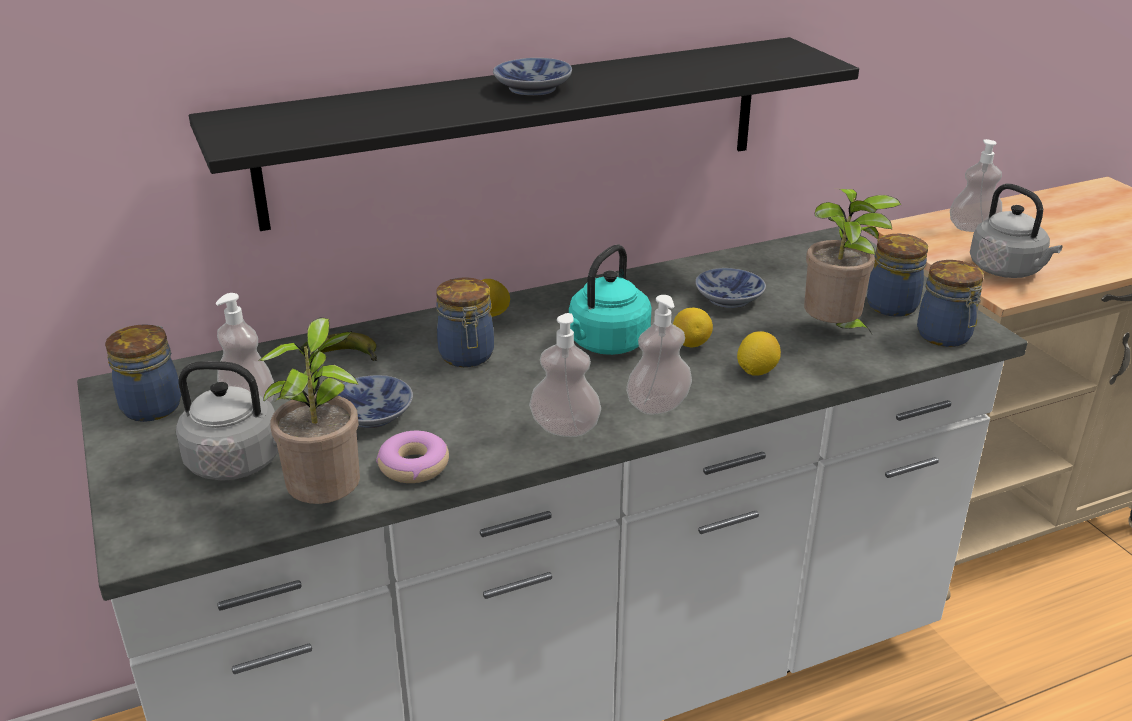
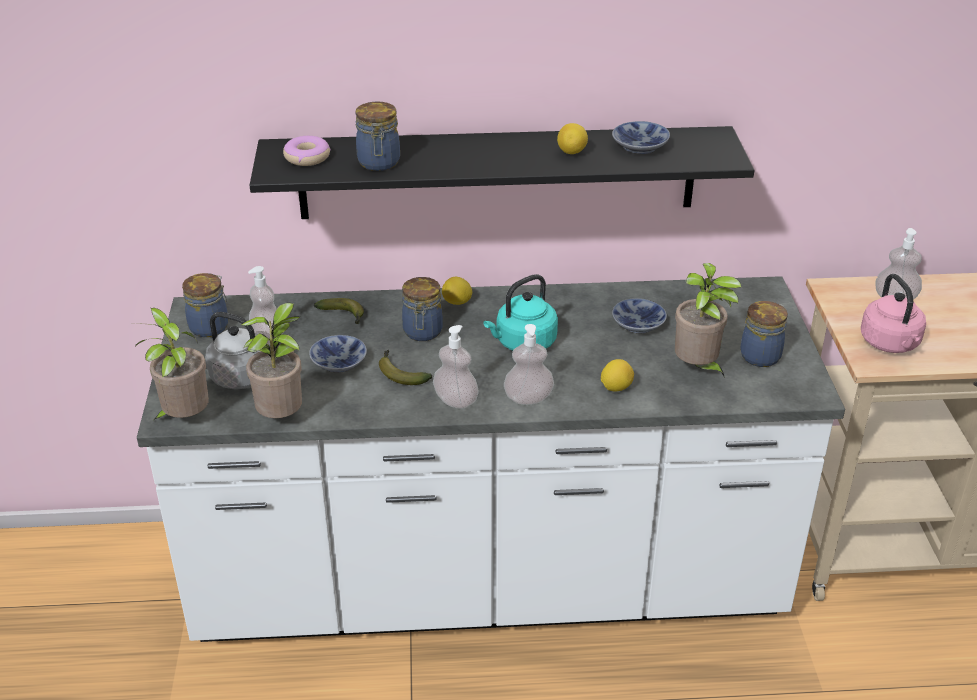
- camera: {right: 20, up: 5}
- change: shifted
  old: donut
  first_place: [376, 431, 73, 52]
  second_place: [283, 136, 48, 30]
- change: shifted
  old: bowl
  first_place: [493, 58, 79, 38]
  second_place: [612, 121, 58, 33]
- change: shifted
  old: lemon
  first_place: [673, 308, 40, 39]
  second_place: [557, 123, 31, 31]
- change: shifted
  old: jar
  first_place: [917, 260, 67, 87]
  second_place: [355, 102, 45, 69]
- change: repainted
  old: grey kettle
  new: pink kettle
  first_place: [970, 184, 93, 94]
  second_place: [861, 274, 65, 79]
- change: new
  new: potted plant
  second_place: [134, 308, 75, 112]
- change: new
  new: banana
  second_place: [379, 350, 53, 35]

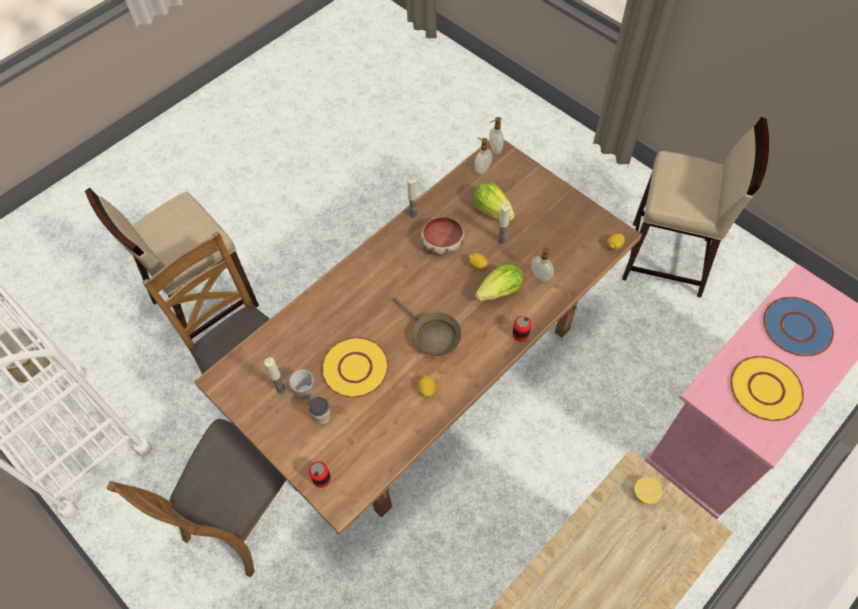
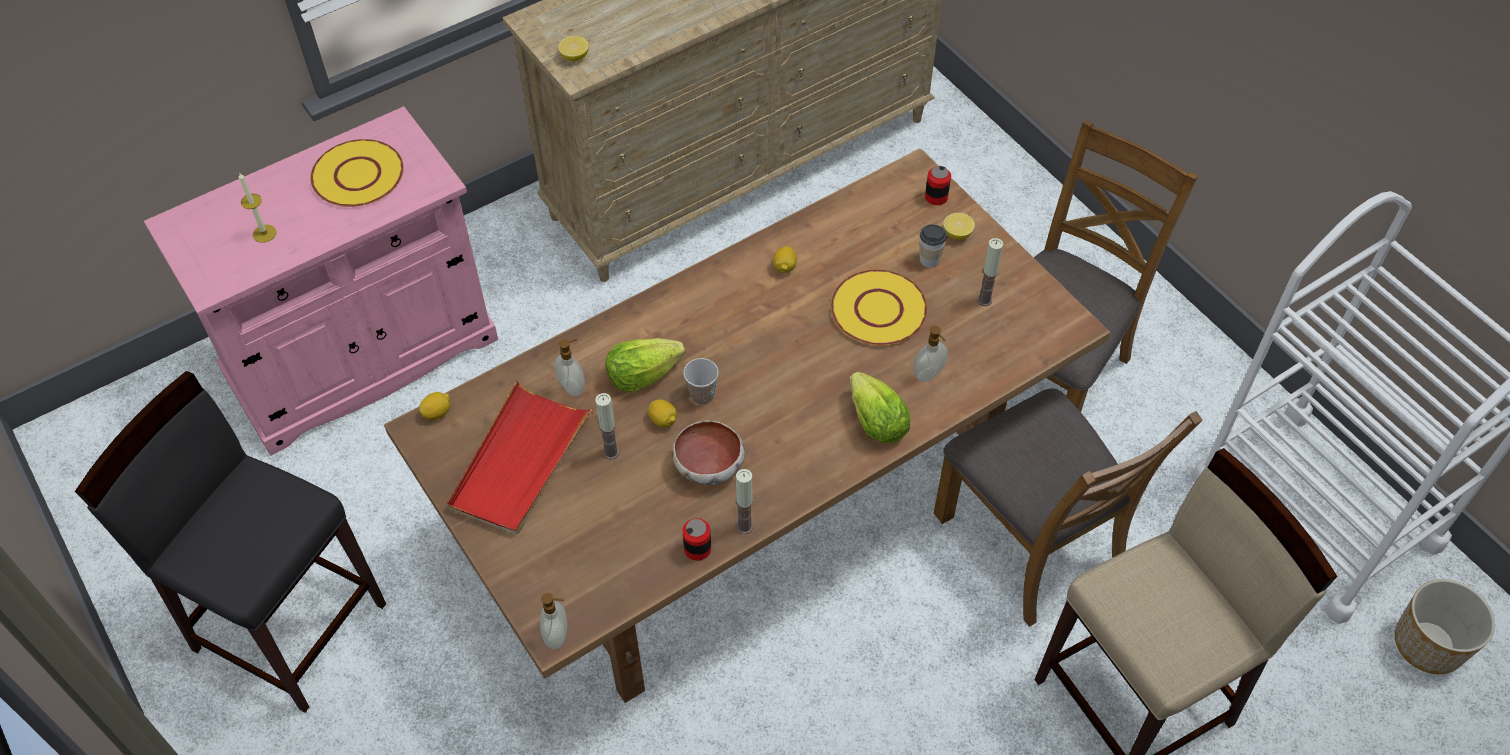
- camera: {right: -170, up: -5}
- change: shifted
  old: cup
  first_place: [289, 370, 25, 29]
  second_place: [683, 358, 36, 47]
- change: gone
  old: brown frying pan
  first_place: [393, 297, 69, 59]
- change: shifted
  old: lettuce
  first_place: [473, 182, 42, 39]
  second_place: [850, 372, 60, 71]
- change: shifted
  old: soap dispenser
  first_place: [474, 138, 18, 36]
  second_place: [914, 326, 33, 56]
- change: shifted
  old: can
  first_place: [512, 316, 19, 26]
  second_place: [683, 518, 28, 43]
- change: repainted
  old: beige stool
  new: black stool
  first_place: [622, 117, 147, 181]
  second_place: [75, 371, 311, 342]
- change: swapped
  old: blue plate
  new: candle
  first_place: [763, 297, 71, 60]
  second_place: [239, 172, 38, 71]
- change: new
  new: red tray
  second_place: [447, 381, 146, 154]
- change: new
  new: lemon
  second_place: [943, 213, 32, 26]

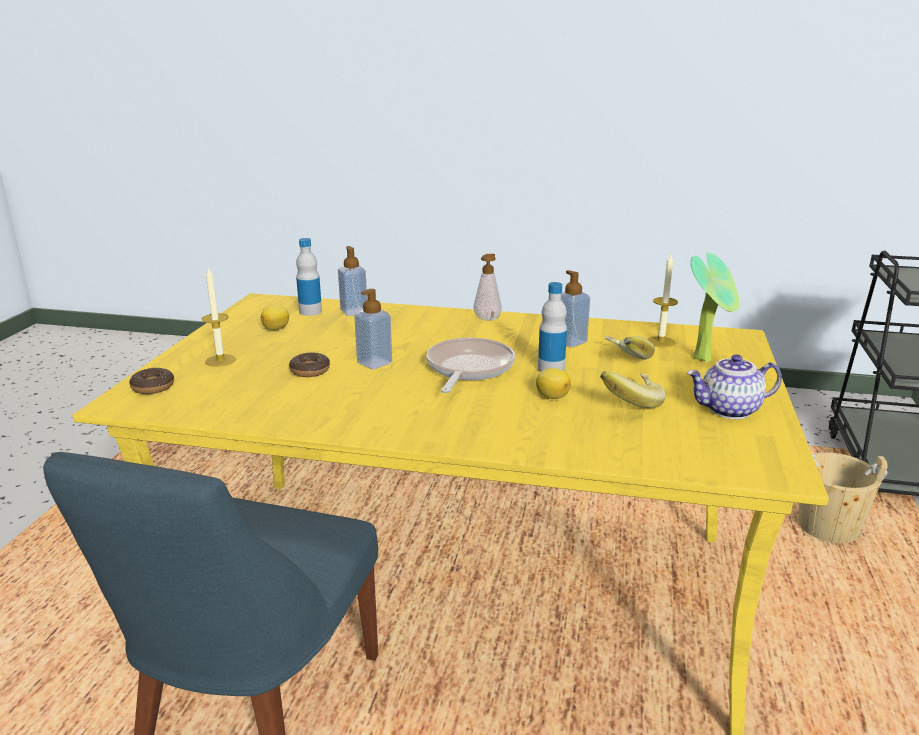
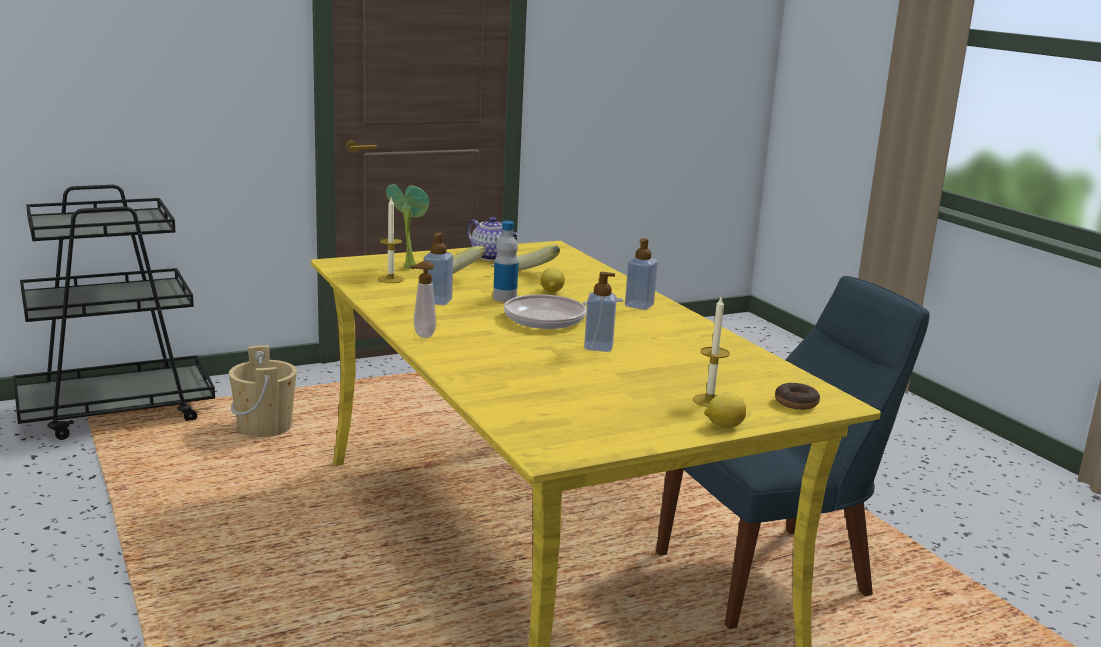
- camera: {right: -130, up: -5}
- change: shifted
  old: lemon
  first_place: [261, 305, 28, 25]
  second_place: [705, 394, 41, 34]
- change: gone
  old: donut
  first_place: [289, 352, 41, 25]
- change: gone
  old: bottle
  first_place: [296, 238, 26, 78]
- change: shifted
  old: soap dispenser
  first_place: [338, 246, 29, 70]
  second_place: [625, 238, 33, 72]

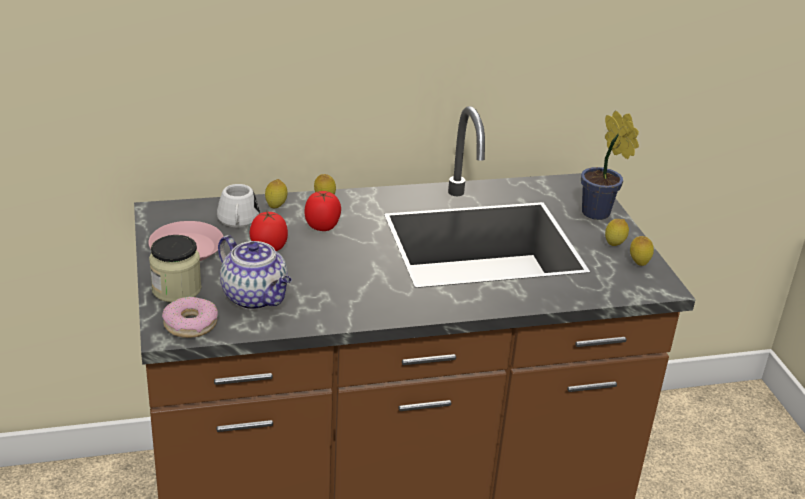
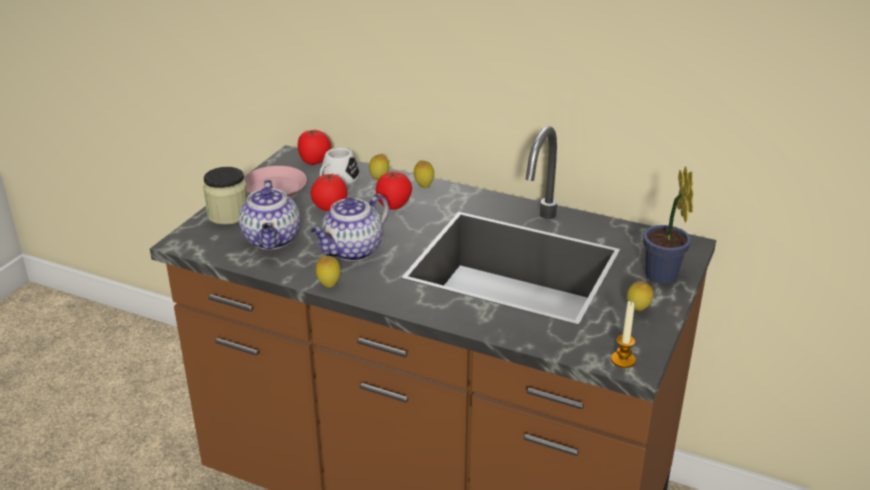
- camera: {right: 40, up: 0}
- change: gone
  old: donut
  first_place: [162, 297, 56, 41]
- change: shifted
  old: lemon
  first_place: [630, 236, 24, 30]
  second_place: [316, 255, 25, 33]
- change: new
  new: tomato
  second_place: [297, 130, 34, 35]
- change: new
  new: teapot
  second_place: [311, 194, 78, 67]
- change: new
  new: candle
  second_place: [611, 301, 25, 67]

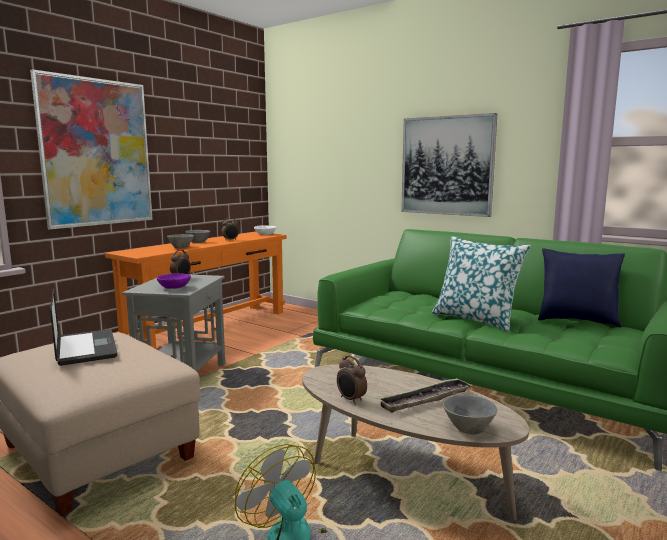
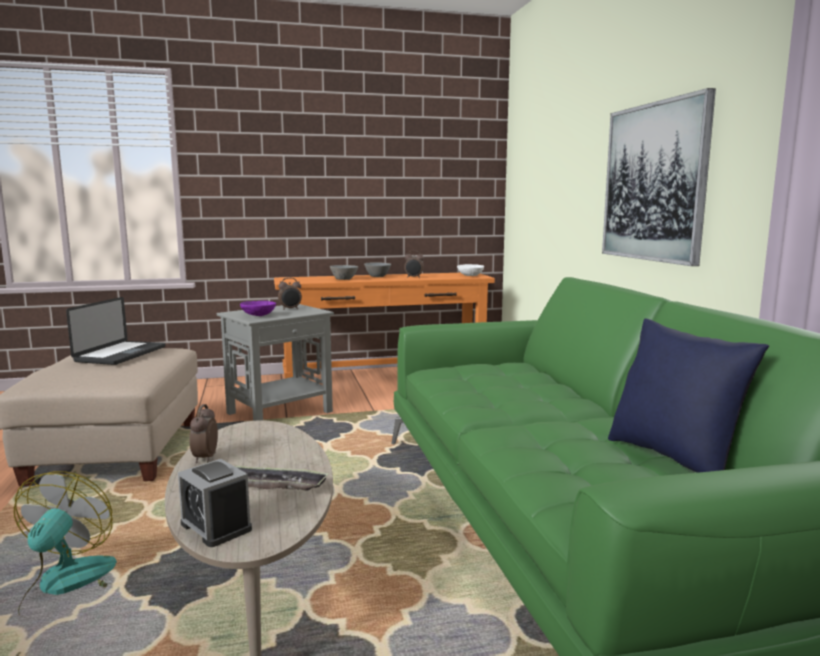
- camera: {right: 40, up: 0}
- change: gone
  old: picture
  first_place: [30, 69, 123, 160]
- change: gone
  old: pillow
  first_place: [432, 236, 99, 96]
- change: swapped
  old: grey bowl
  new: alarm clock
  first_place: [443, 395, 54, 40]
  second_place: [178, 459, 74, 88]

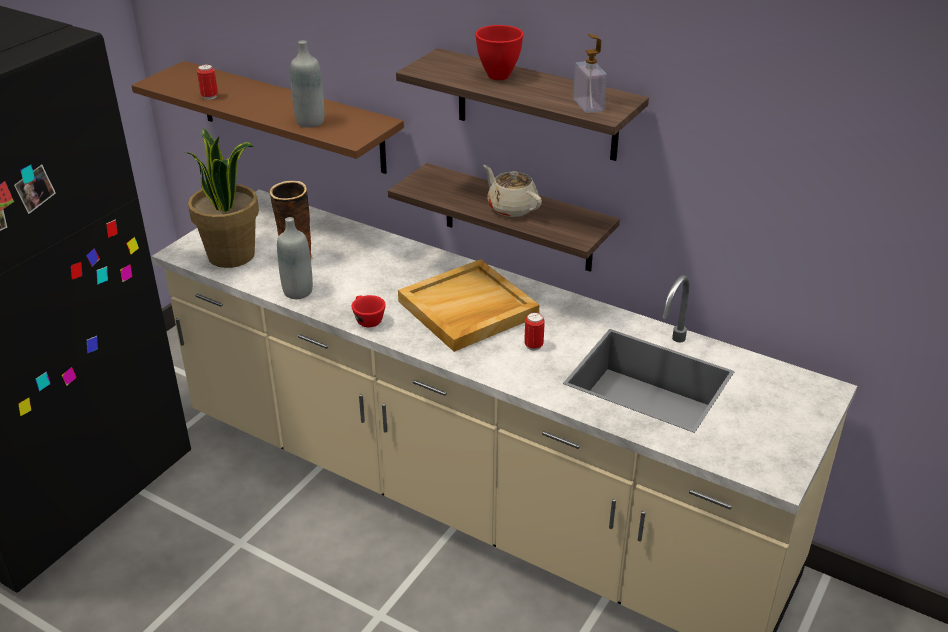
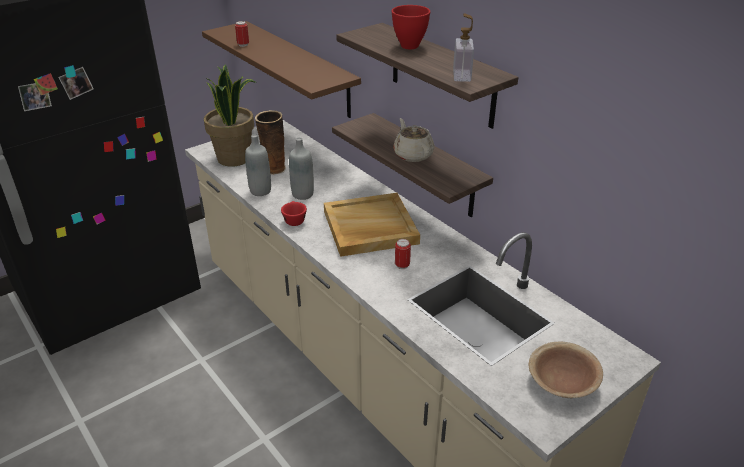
- camera: {right: 20, up: 0}
- change: shifted
  old: grey bottle
  first_place: [290, 40, 34, 88]
  second_place: [289, 138, 25, 62]
- change: new
  new: brown bowl
  second_place: [529, 341, 74, 57]

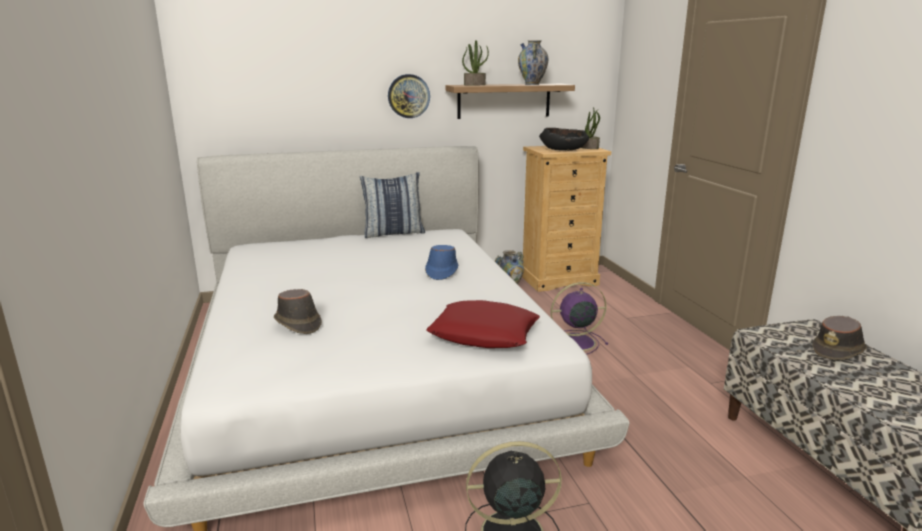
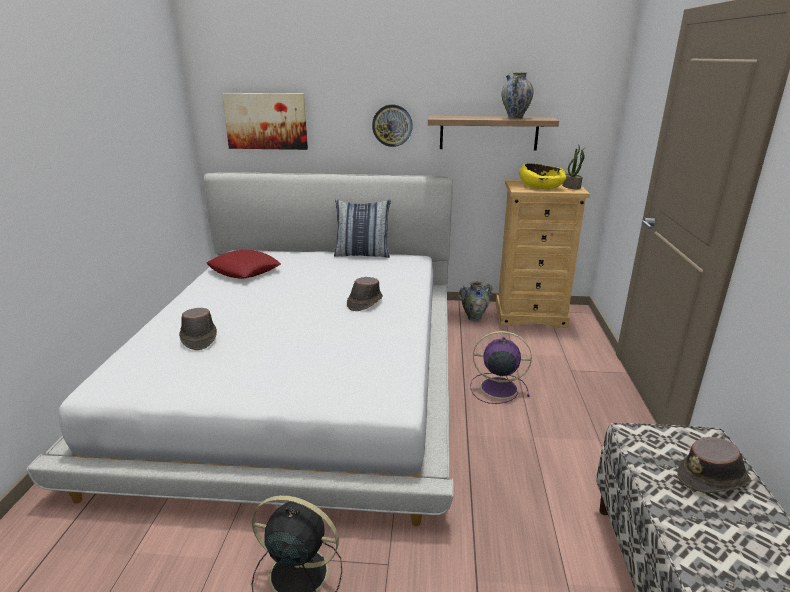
- camera: {right: 20, up: 5}
- change: repainted
  old: blue hat
  new: brown hat
  first_place: [425, 245, 33, 35]
  second_place: [347, 277, 36, 34]
- change: shifted
  old: red pillow
  first_place: [426, 300, 114, 48]
  second_place: [207, 249, 74, 30]
- change: gone
  old: potted plant
  first_place: [462, 40, 27, 46]
- change: repainted
  old: black bowl
  new: yellow bowl
  first_place: [539, 128, 50, 22]
  second_place: [519, 163, 48, 26]
- change: new
  new: picture
  second_place: [222, 93, 86, 57]

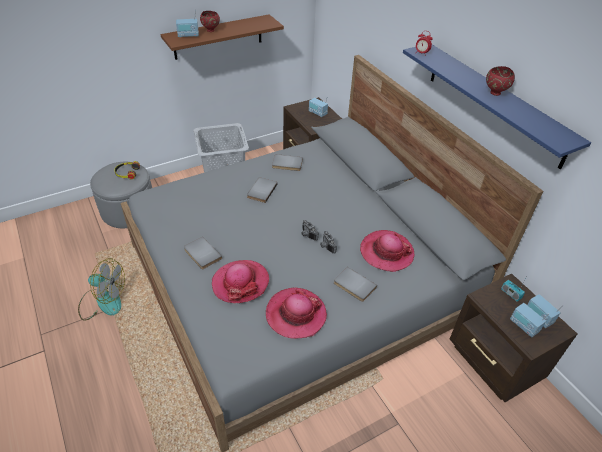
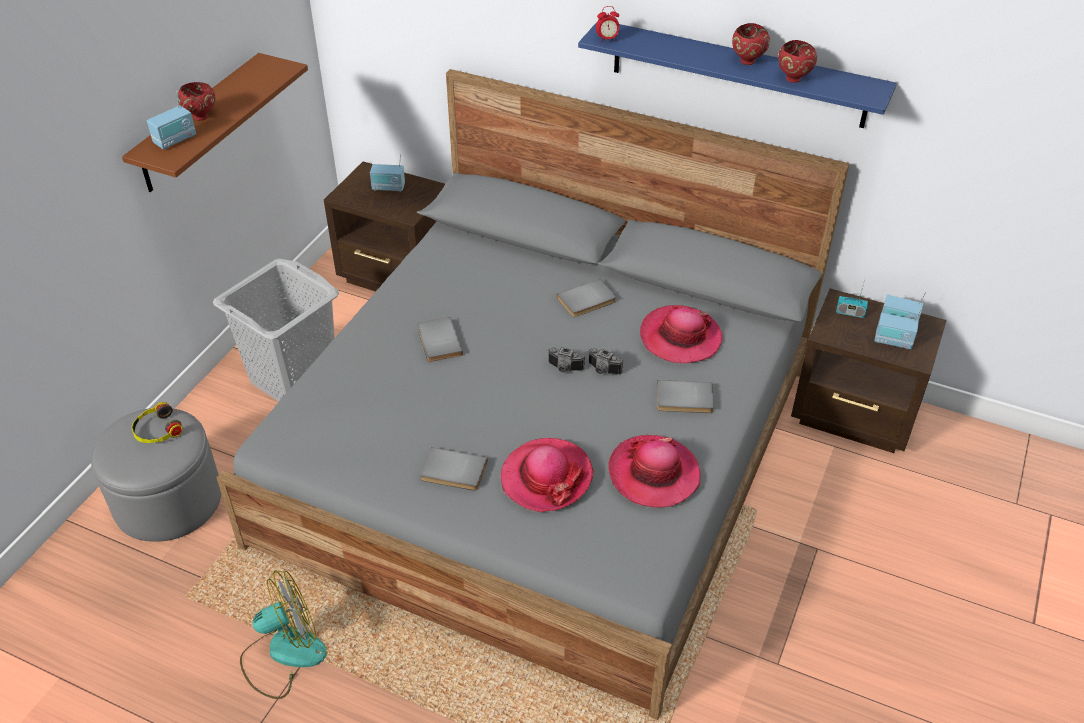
- camera: {right: -35, up: 0}
- change: shifted
  old: grey book
  first_place: [272, 154, 31, 17]
  second_place: [557, 279, 59, 38]
- change: new
  new: red bowl
  second_place: [778, 40, 39, 43]

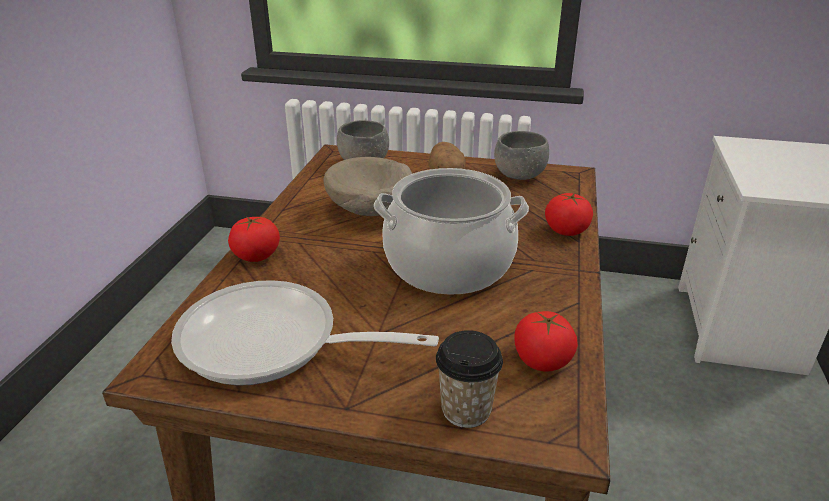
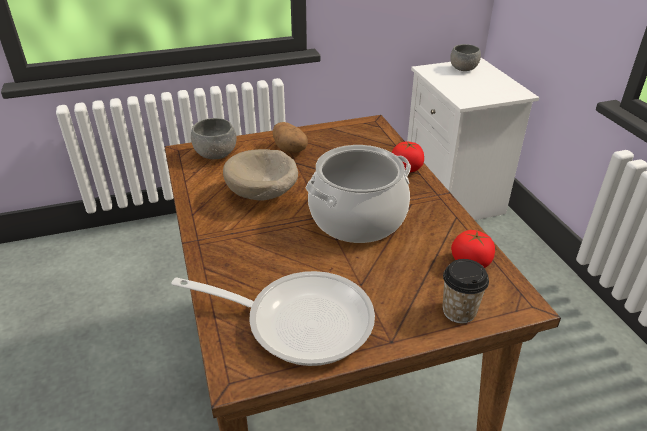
- camera: {right: -30, up: 5}
- change: rotated
  old: frying pan
  first_place: [171, 280, 268, 106]
  second_place: [171, 271, 204, 95]
  degrees: -150
- change: gone
  old: tomato
  first_place: [228, 216, 52, 46]
- change: shifted
  old: grey bowl
  first_place: [494, 131, 55, 49]
  second_place: [450, 44, 31, 27]

